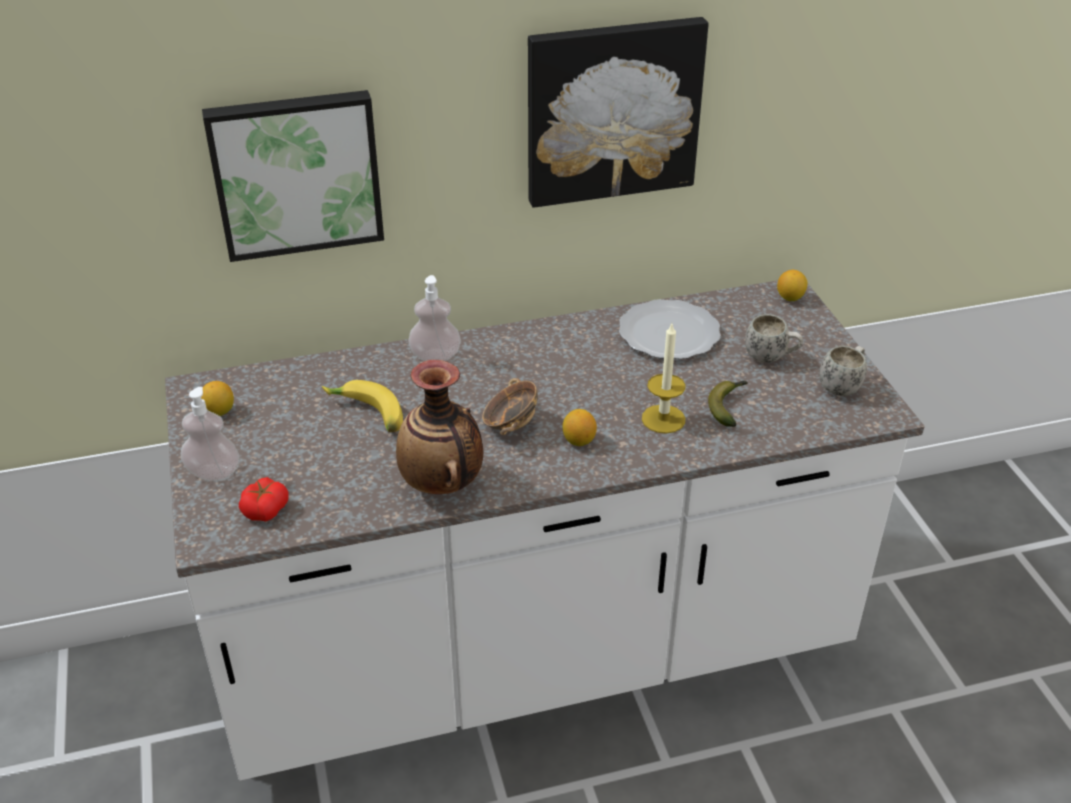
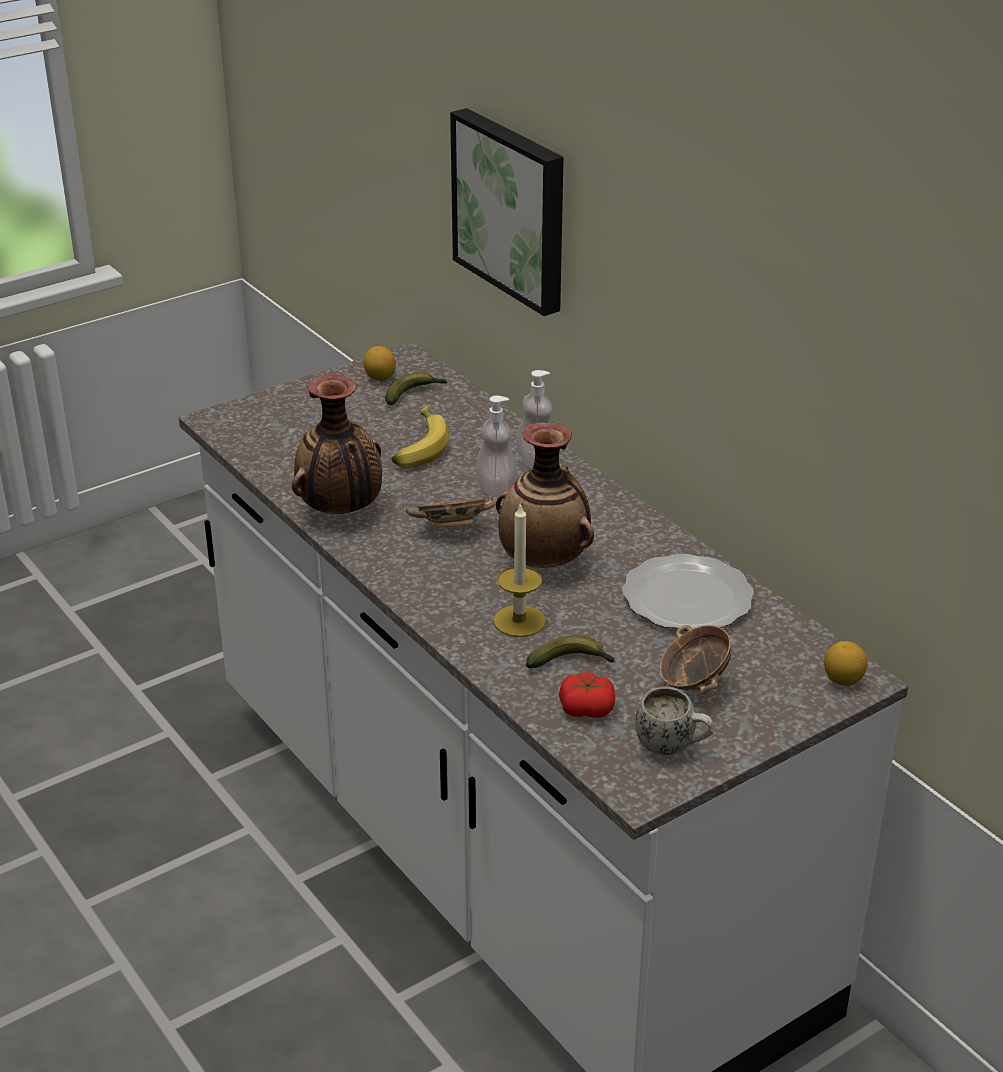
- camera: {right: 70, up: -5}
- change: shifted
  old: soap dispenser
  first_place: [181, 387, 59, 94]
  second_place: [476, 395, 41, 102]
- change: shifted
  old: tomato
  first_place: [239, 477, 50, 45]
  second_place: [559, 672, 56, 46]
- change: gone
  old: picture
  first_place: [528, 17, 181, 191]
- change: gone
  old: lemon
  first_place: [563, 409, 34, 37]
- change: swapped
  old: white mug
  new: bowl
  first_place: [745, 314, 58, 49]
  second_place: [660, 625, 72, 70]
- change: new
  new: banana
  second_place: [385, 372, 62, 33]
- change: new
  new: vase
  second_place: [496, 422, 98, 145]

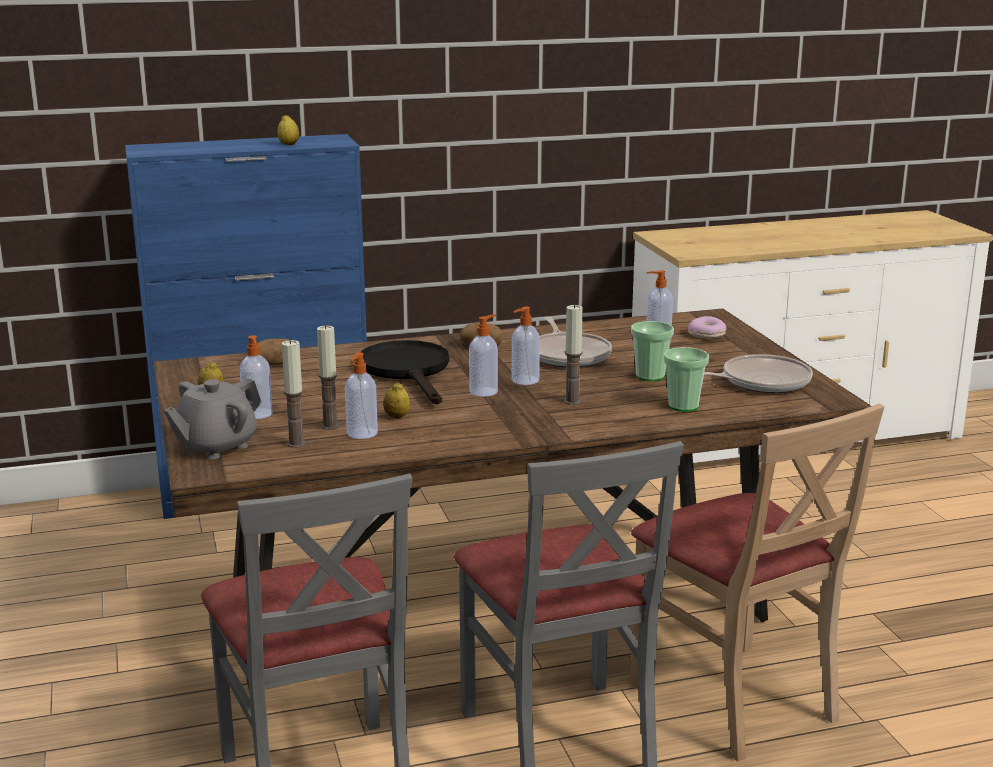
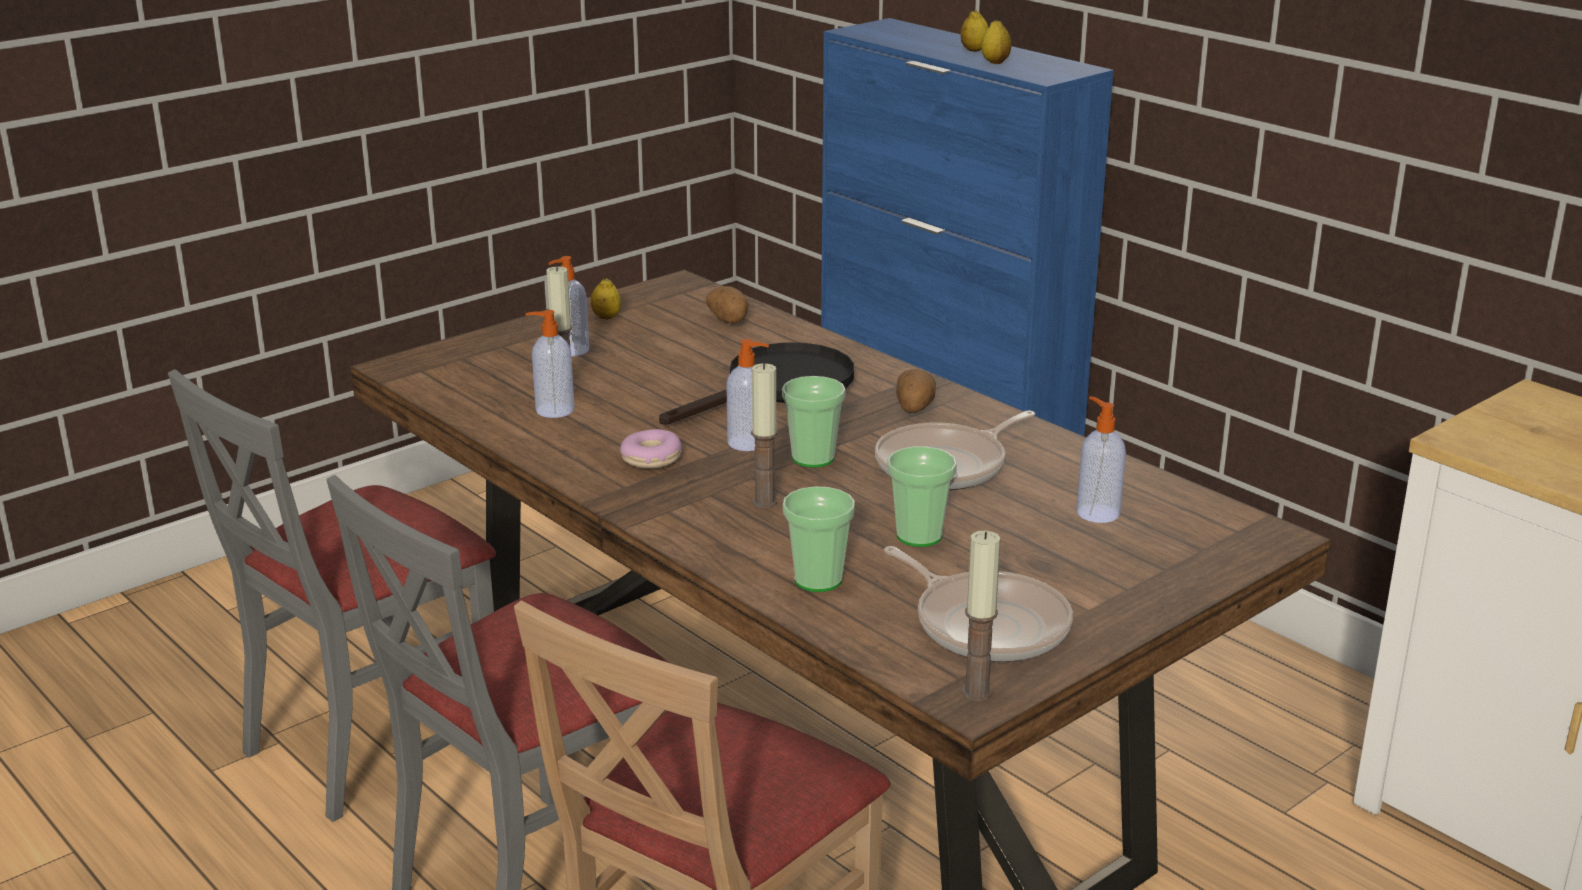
- camera: {right: 65, up: 5}
- change: gone
  old: grey teapot
  first_place: [164, 378, 97, 81]
- change: shifted
  old: candle
  first_place: [282, 340, 24, 108]
  second_place: [962, 531, 38, 170]
- change: shifted
  old: lemon
  first_place: [383, 382, 27, 36]
  second_place: [961, 10, 28, 42]
- change: swapped
  old: soap dispenser
  new: cup
  first_place: [512, 307, 28, 78]
  second_place: [782, 376, 64, 92]
- change: shifted
  old: donut
  first_place: [688, 316, 38, 23]
  second_place: [620, 429, 62, 40]

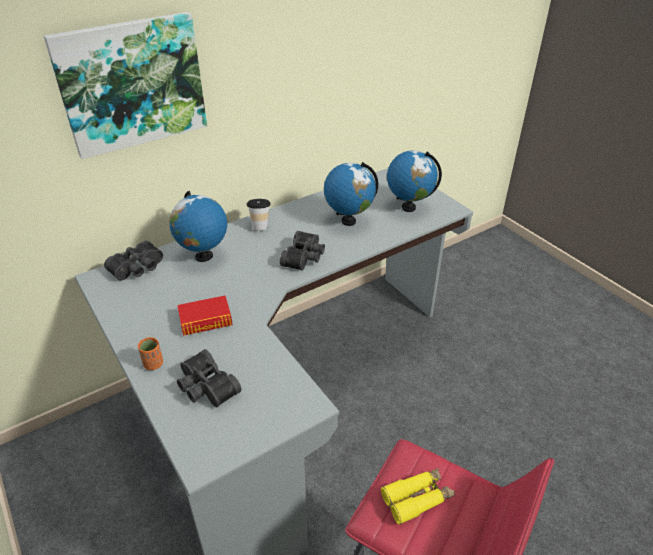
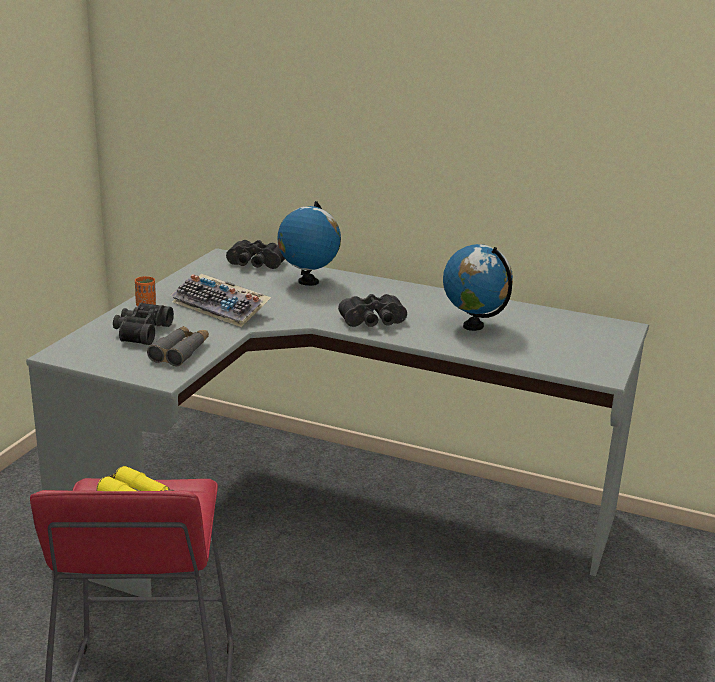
- camera: {right: 55, up: -15}
- change: gone
  old: picture
  first_place: [44, 12, 163, 147]
- change: swapped
  old: book
  new: keyboard
  first_place: [177, 296, 56, 40]
  second_place: [170, 274, 101, 53]
- change: gone
  old: cup
  first_place: [247, 199, 24, 32]
- change: gone
  old: globe
  first_place: [387, 150, 55, 62]
- change: new
  new: grey binoculars
  second_place: [147, 326, 62, 40]

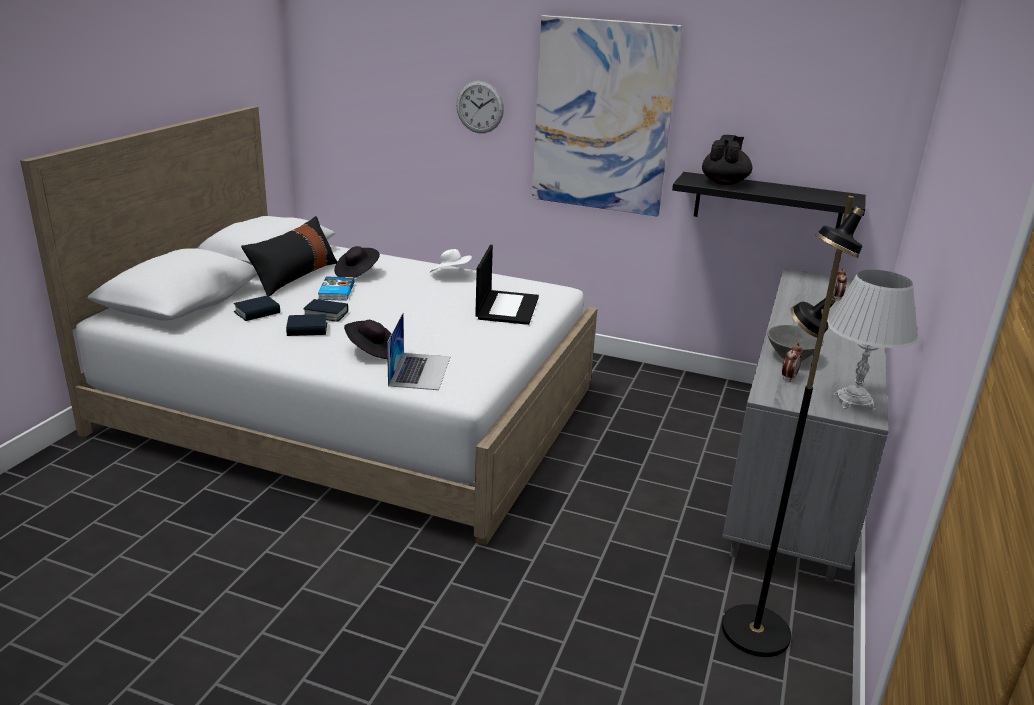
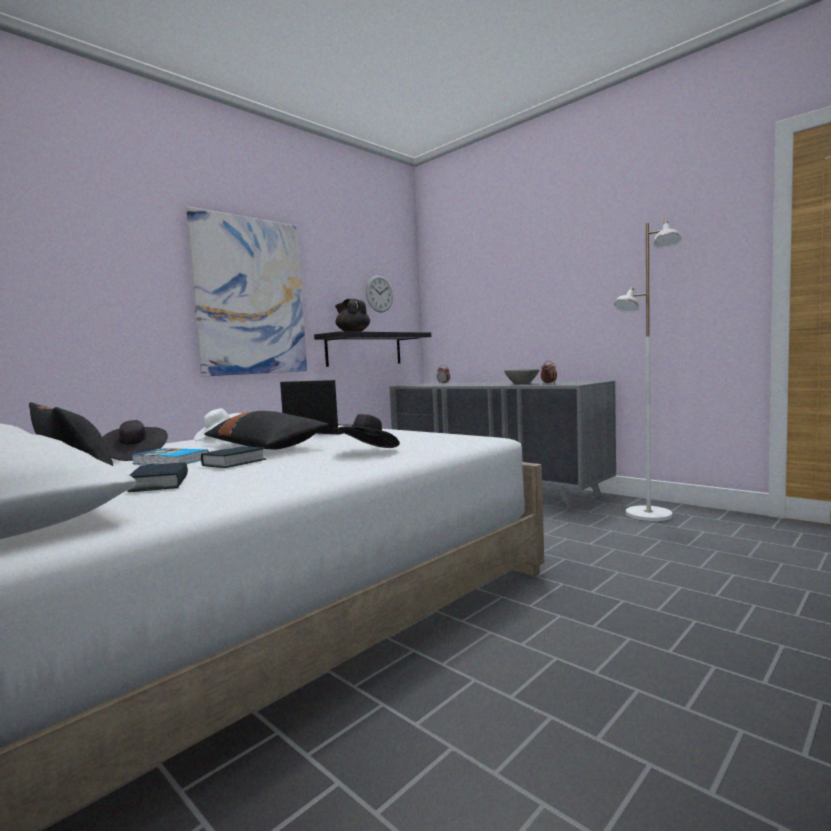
- camera: {right: -65, up: -20}
- change: gone
  old: book
  first_place: [286, 314, 41, 22]
- change: gone
  old: laptop
  first_place: [387, 313, 63, 77]
- change: shifted
  old: wall clock
  first_place: [456, 81, 48, 52]
  second_place: [366, 275, 27, 38]
- change: repainted
  old: black floor lamp
  new: white floor lamp
  first_place: [722, 196, 143, 461]
  second_place: [614, 221, 67, 300]
- change: gone
  old: white table lamp
  first_place: [827, 270, 92, 140]
- change: new
  new: black pillow
  second_place: [204, 411, 125, 38]

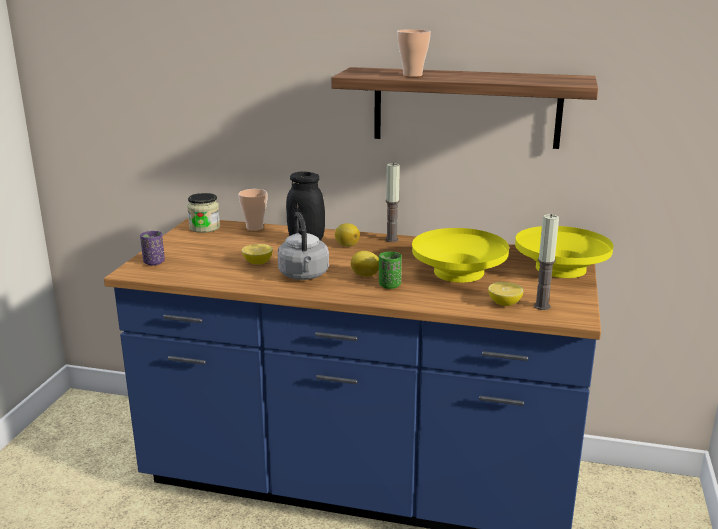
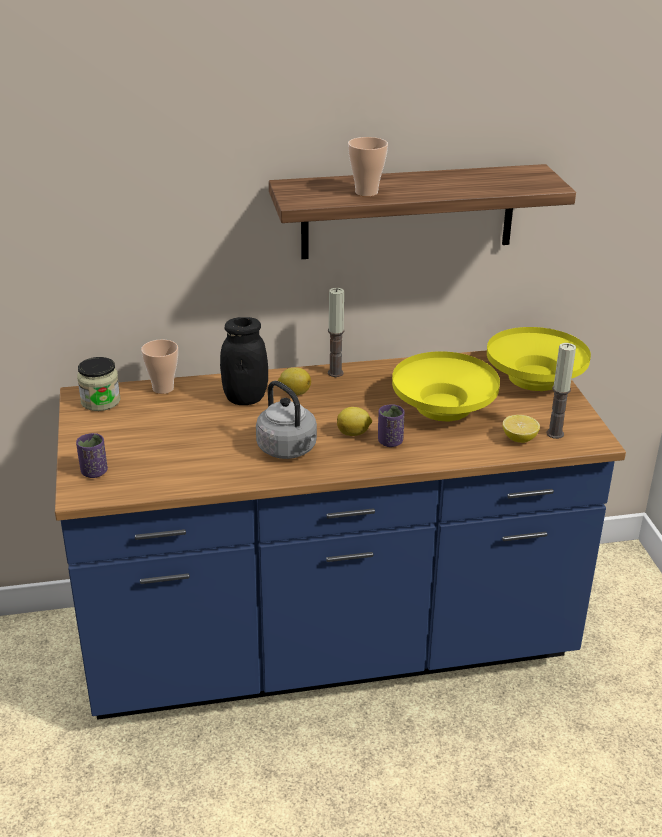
- camera: {right: -25, up: 10}
- change: gone
  old: lemon
  first_place: [242, 244, 31, 21]
- change: repainted
  old: green cup
  new: purple cup
  first_place: [379, 251, 23, 38]
  second_place: [378, 404, 27, 43]

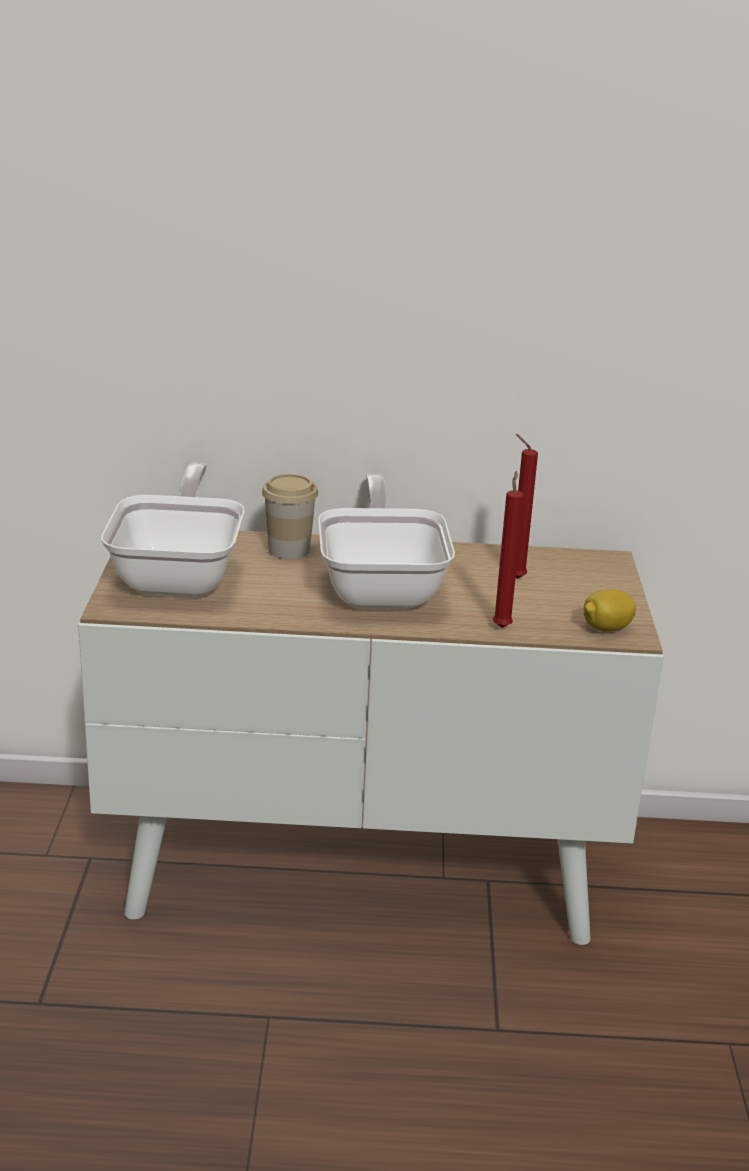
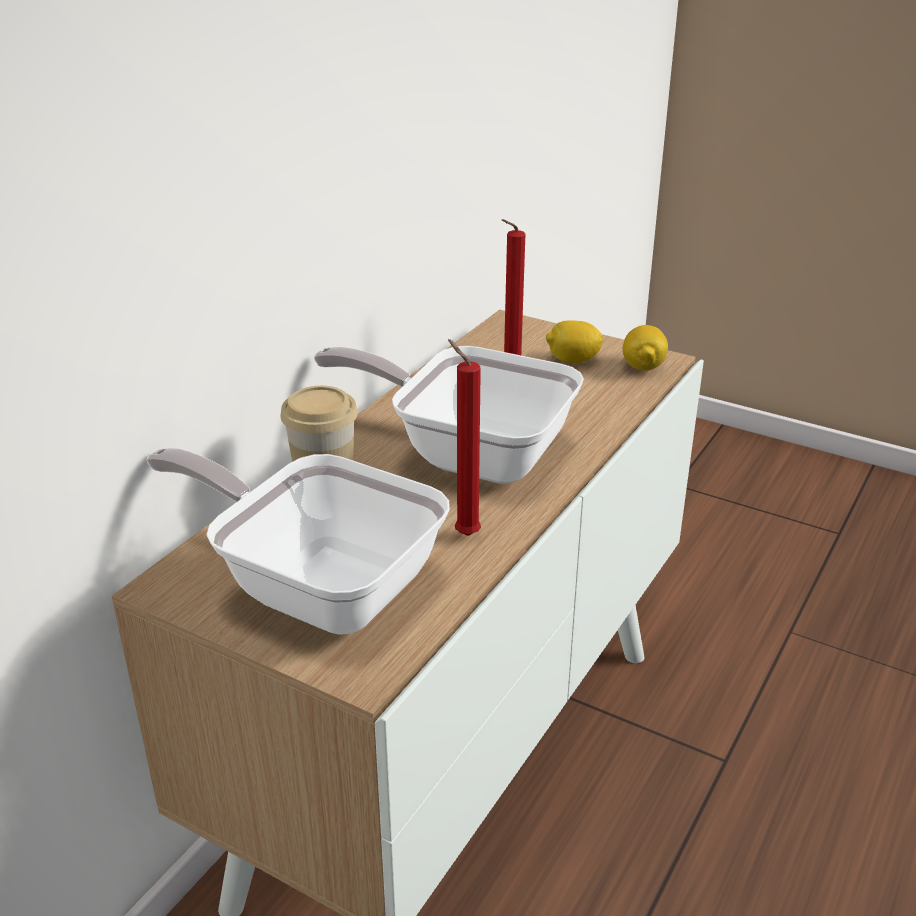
- camera: {right: -60, up: 5}
- change: shifted
  old: red candle
  first_place: [493, 471, 31, 157]
  second_place: [448, 339, 33, 197]
- change: new
  new: lemon
  second_place: [546, 320, 57, 43]

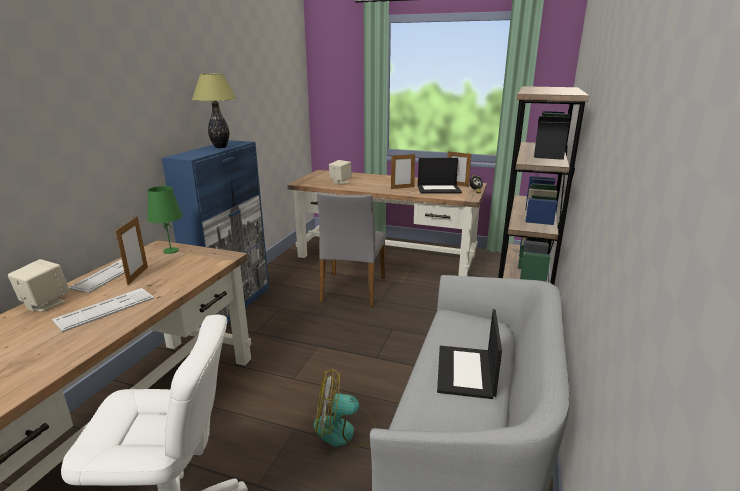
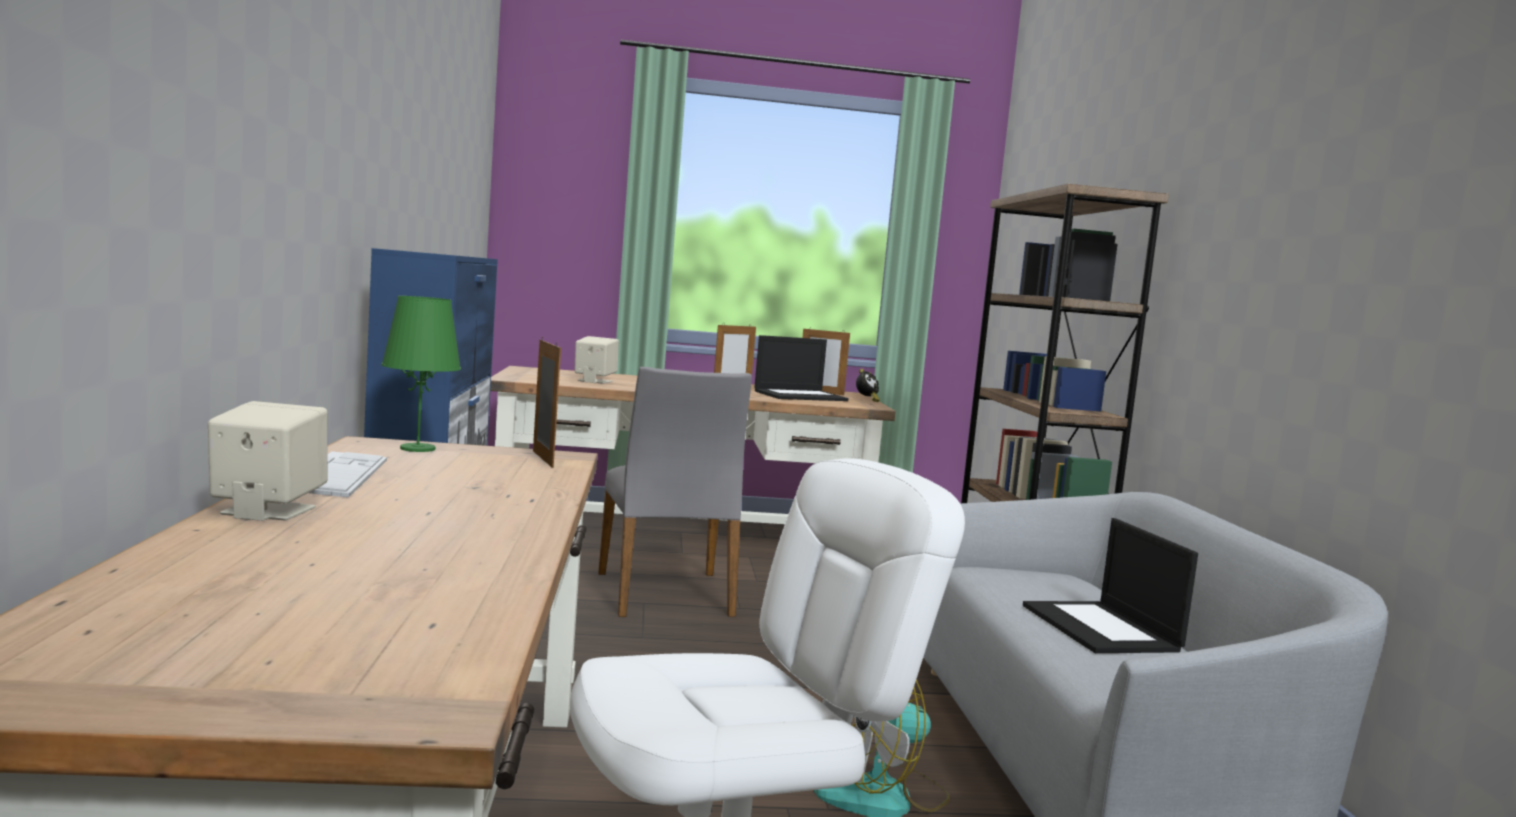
- camera: {right: -25, up: -15}
- change: gone
  old: keyboard
  first_place: [52, 288, 102, 44]
- change: shifted
  old: picture frame
  first_place: [115, 216, 33, 69]
  second_place: [533, 340, 28, 128]
- change: gone
  old: table lamp
  first_place: [192, 74, 45, 74]

